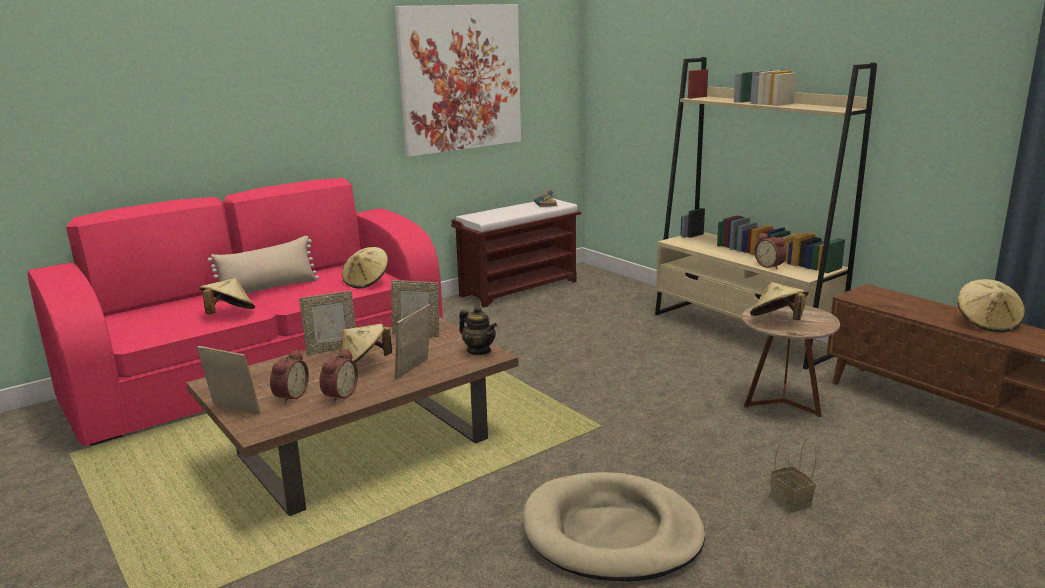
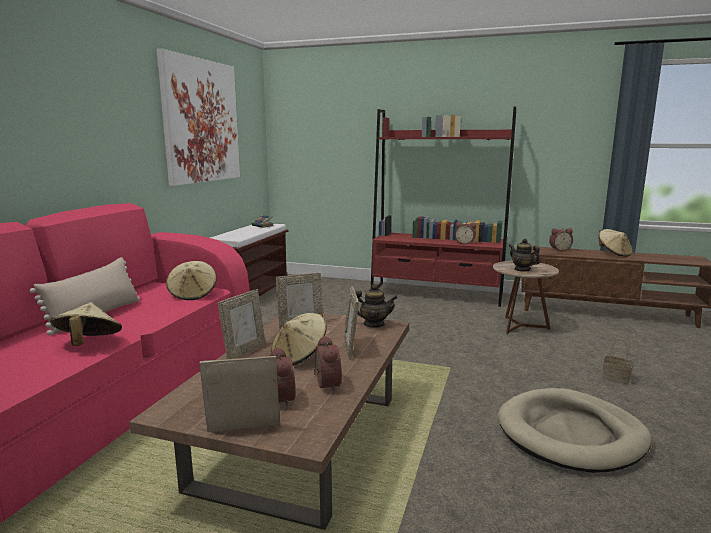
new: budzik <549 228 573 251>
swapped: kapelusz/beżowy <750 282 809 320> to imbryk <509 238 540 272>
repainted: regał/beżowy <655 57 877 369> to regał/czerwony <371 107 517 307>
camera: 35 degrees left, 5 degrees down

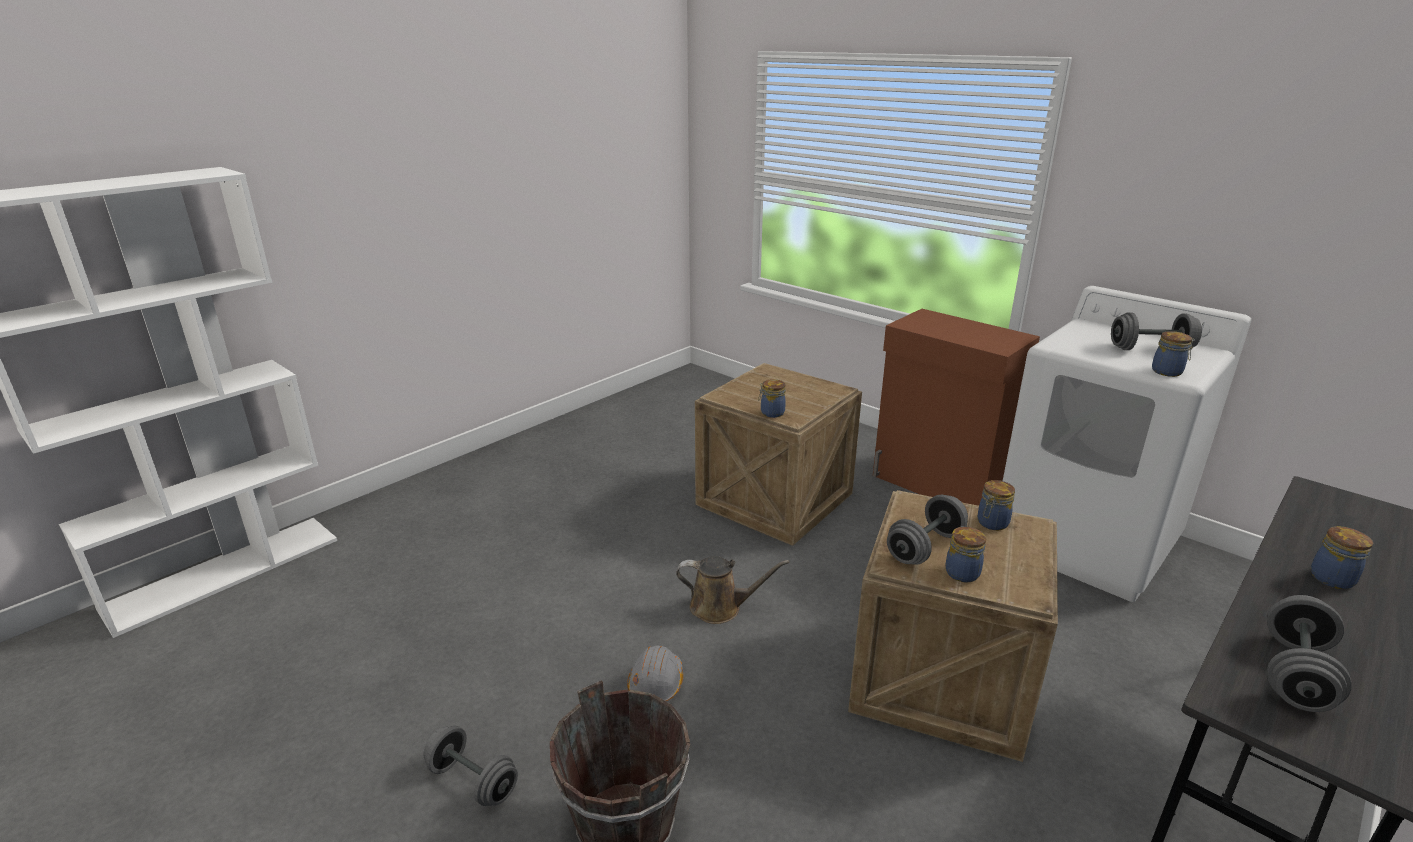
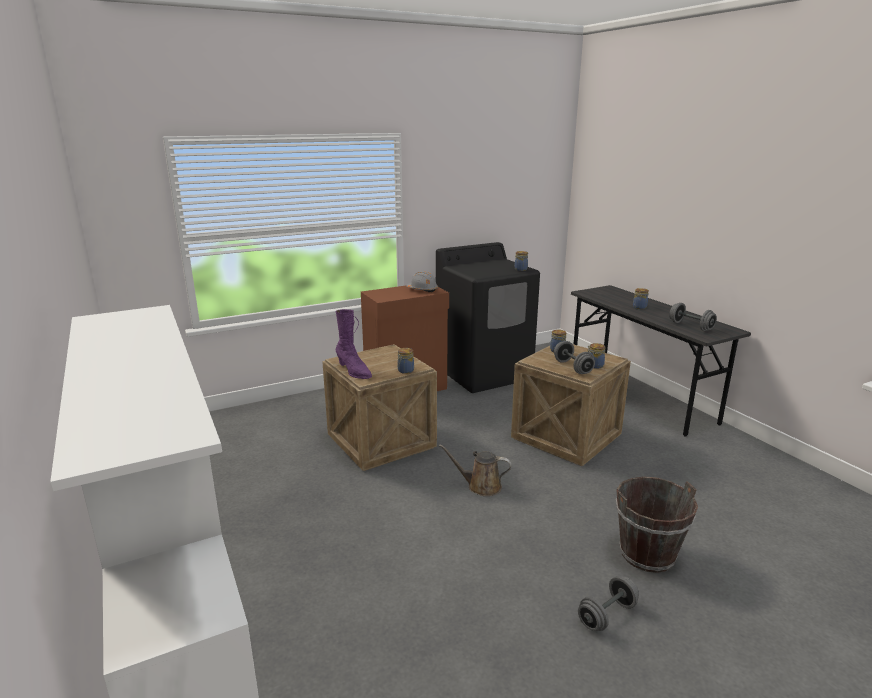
gone: hantel/szary <1111 312 1202 350>
new: but z cholewką/fioletowy <335 309 372 379>
shifted: kask/szary <627 645 683 702> to <406 272 438 292>
repainted: pralka/biały <1003 286 1252 602> to pralka/czarny <436 242 540 393>
rotated: konewka/brązowy <676 556 789 624> = <439 445 512 496> 105 degrees counterclockwise
camera: 70 degrees left, 5 degrees down

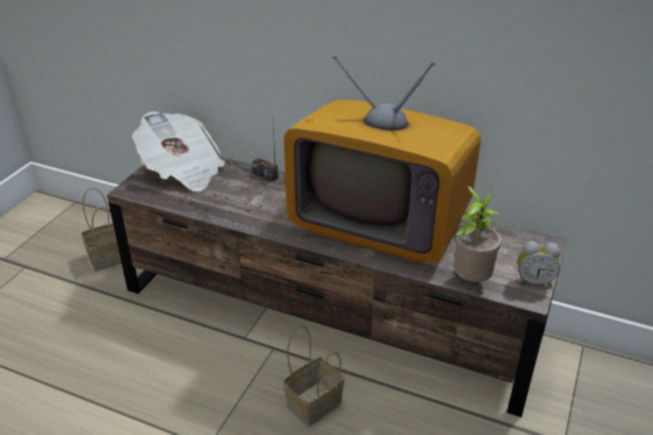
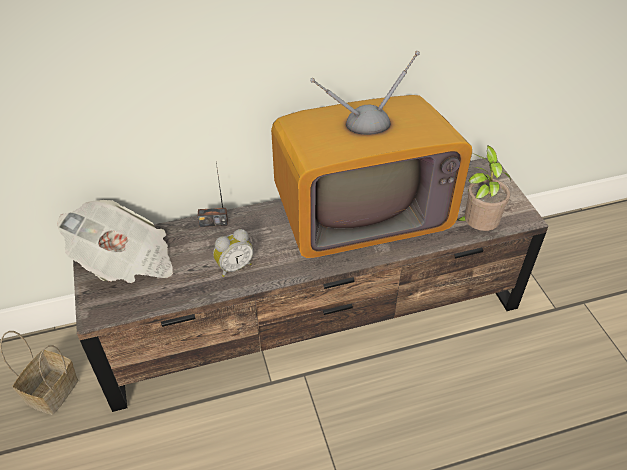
gone: koszyk <283 325 344 426>
shifted: budzik <517 241 561 287> to <213 229 254 277>
camera: 40 degrees left, 10 degrees up

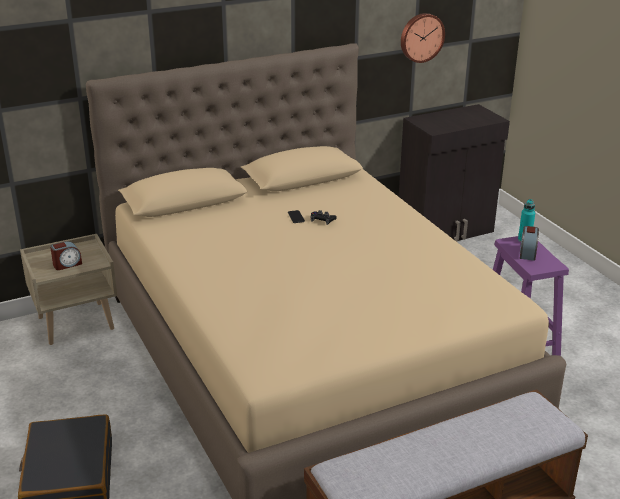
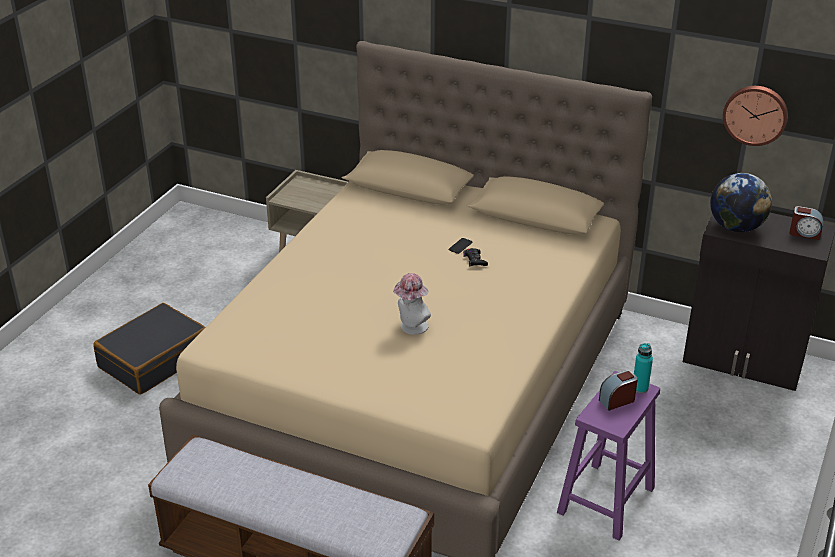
new: kapelusz <393 273 431 335>; globus <710 173 772 232>
shifted: budzik <50 241 82 270> to <790 206 823 240>
camera: 50 degrees right, 5 degrees up

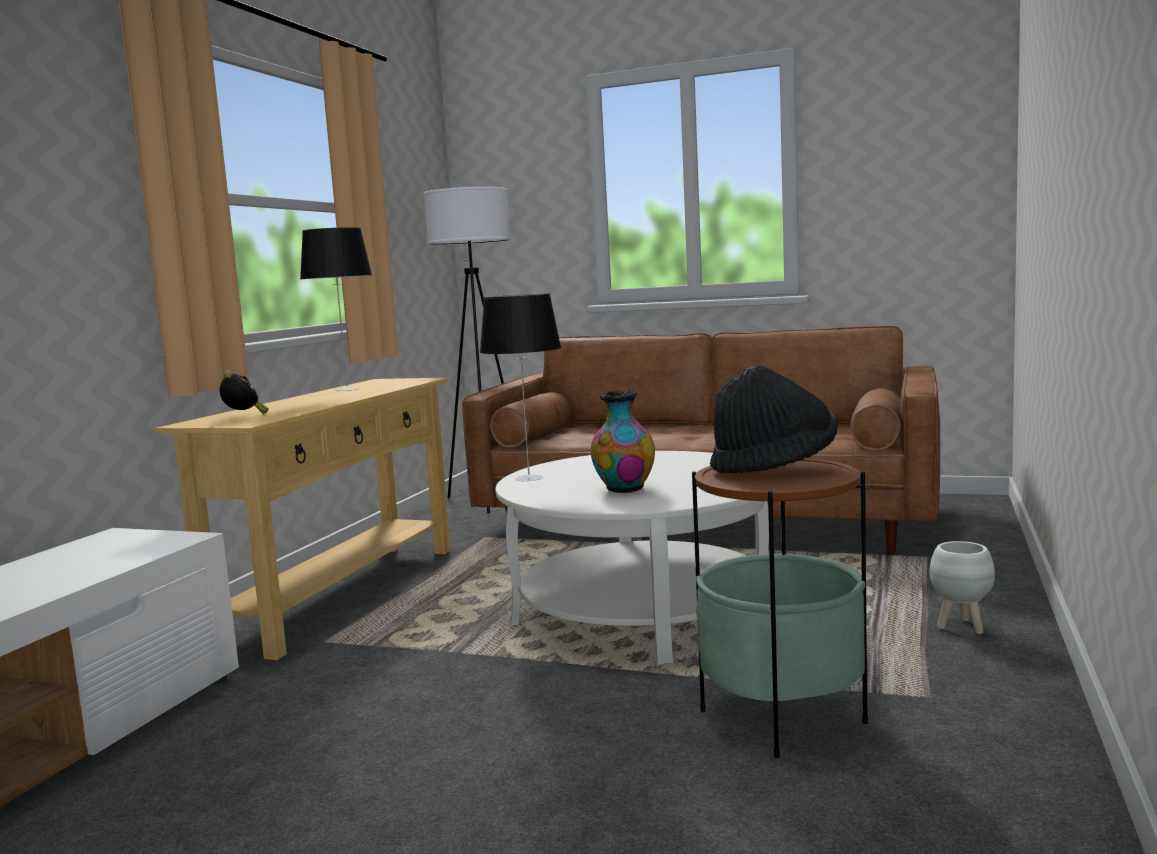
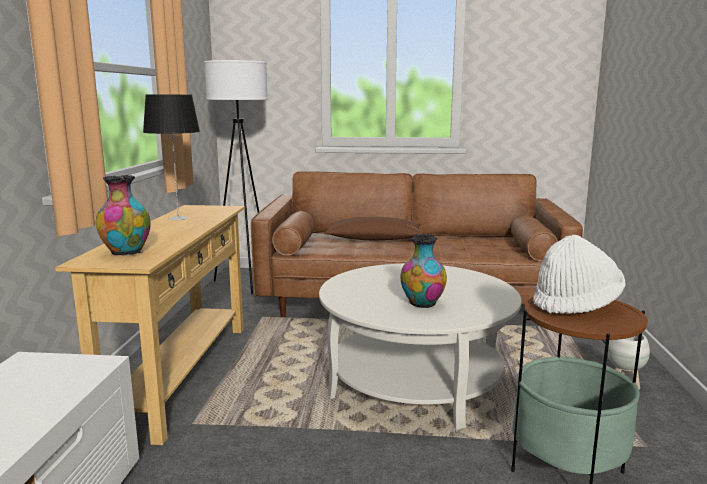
gone: lampa stołowa <480 293 561 482>
new: poduszka/brązowy <324 217 421 240>
swapped: budzik <220 371 269 414> to wazon <96 175 151 256>
repainted: kapelusz/czarny <710 365 838 474> to kapelusz/biały <533 234 626 314>
camera: 15 degrees left, 5 degrees up

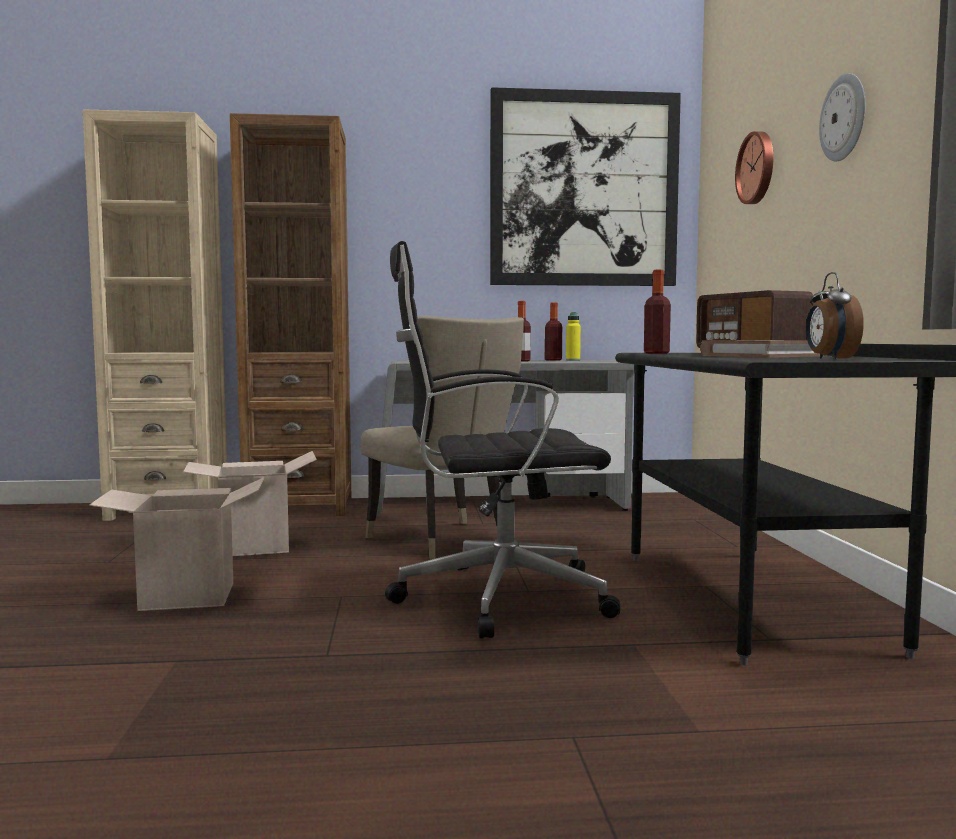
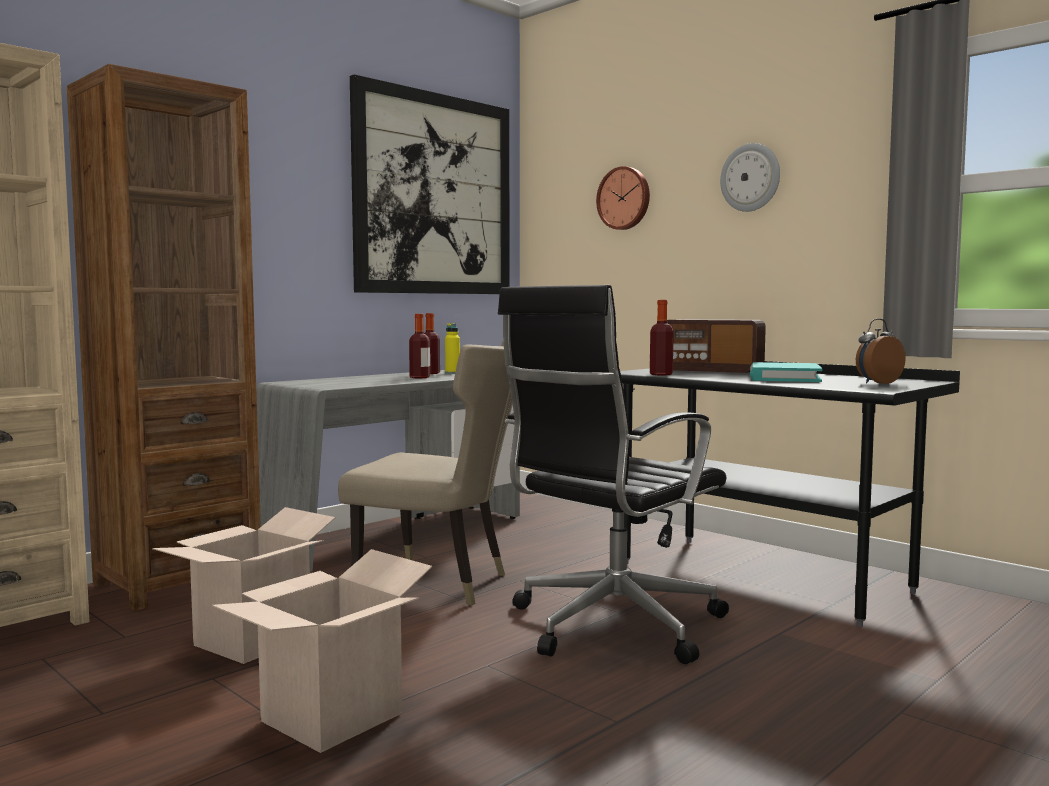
repainted: książka/brązowy <700 340 827 358> to książka/turkusowy <750 362 822 382>
rotated: budzik <806 272 864 359> = <856 319 906 384> 105 degrees clockwise
camera: 40 degrees left, 0 degrees up

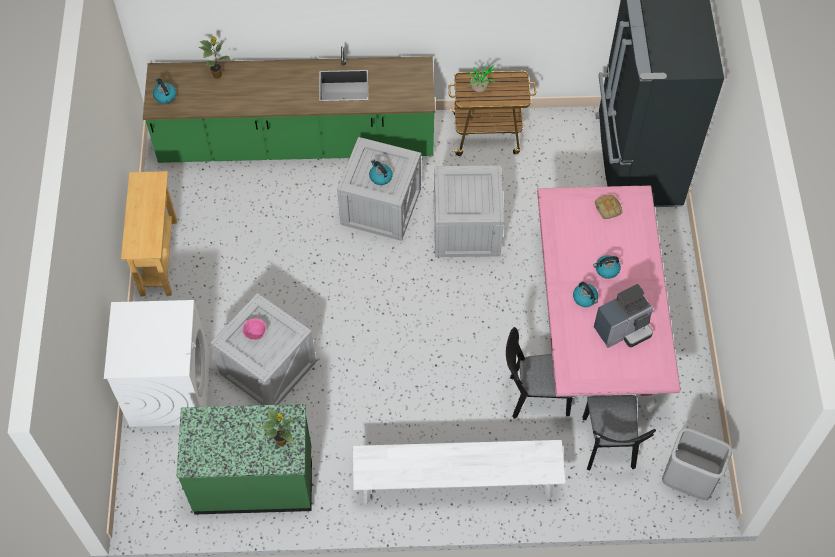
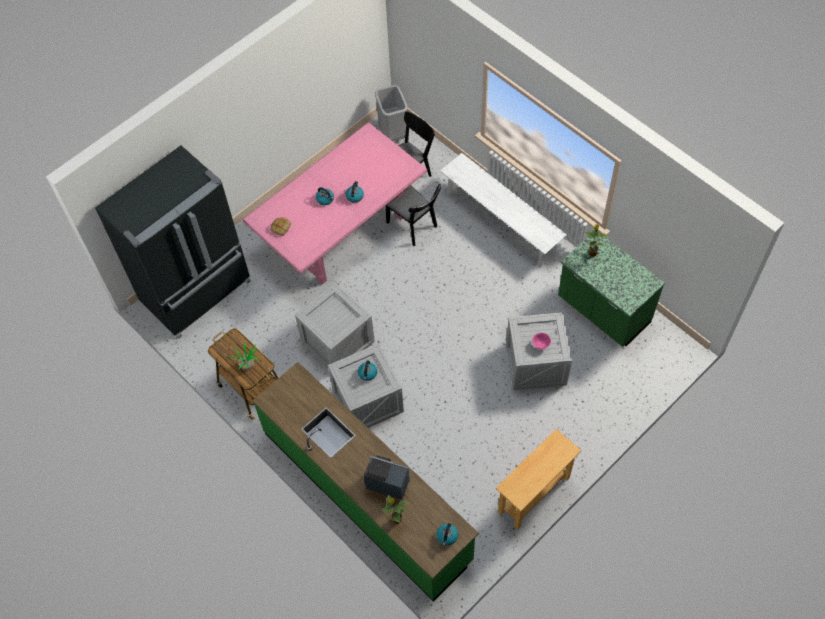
gone: pralka/biały <104 300 210 427>
shifted: ekspres do kawy <594 284 653 348> to <364 455 410 500>
camera: 130 degrees left, 0 degrees up

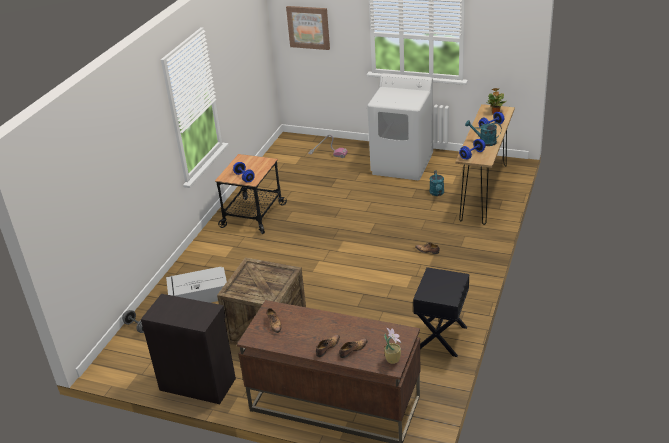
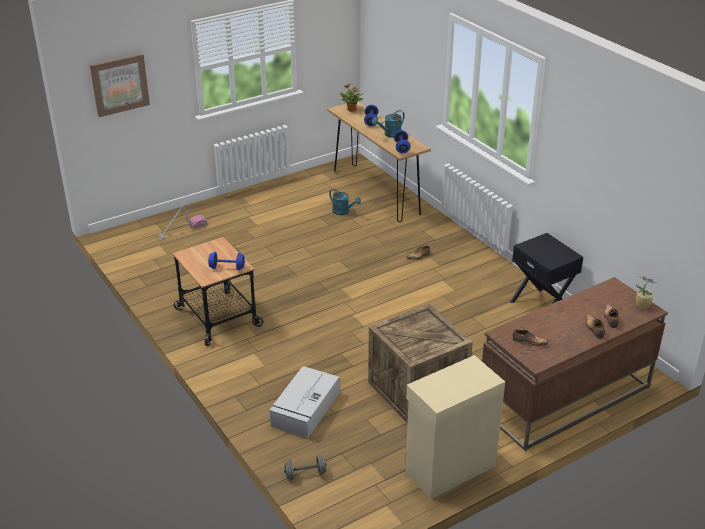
gone: pralka/biały <367 73 433 180>
repainted: szafka/czarny <141 294 236 404> to szafka/beżowy <405 355 505 499>
camera: 55 degrees left, 0 degrees up

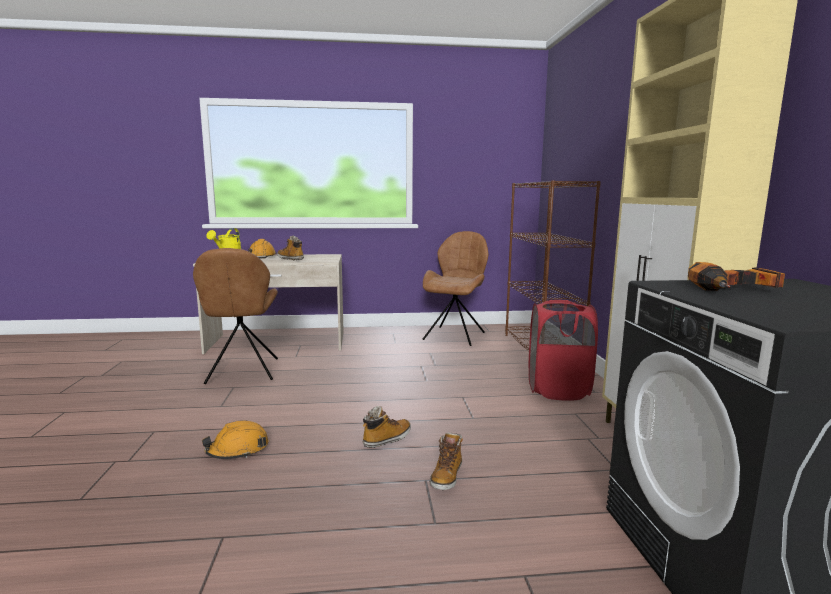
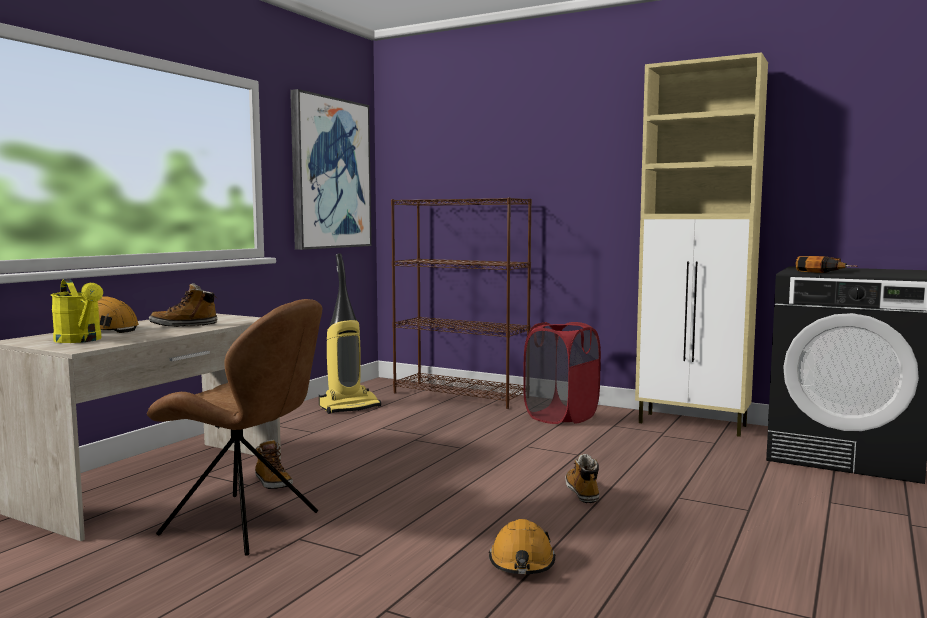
new: obraz <290 89 371 250>
shifted: but z cholewką <430 432 463 491> to <255 440 293 489>
swapped: krzesło/brązowy <423 231 488 346> to odkurzacz <319 254 381 414>
camera: 55 degrees left, 5 degrees down

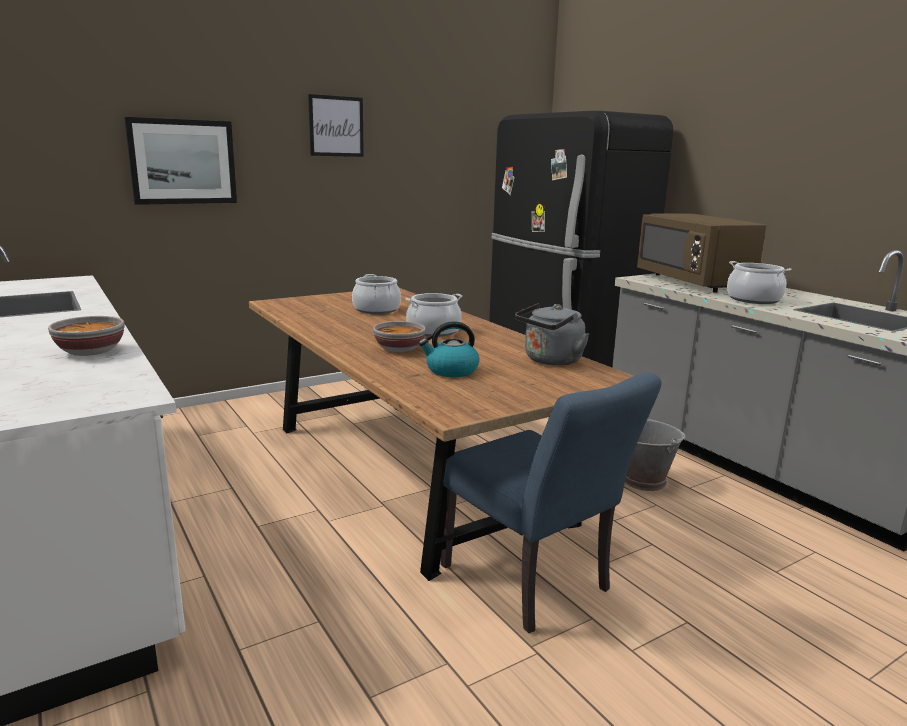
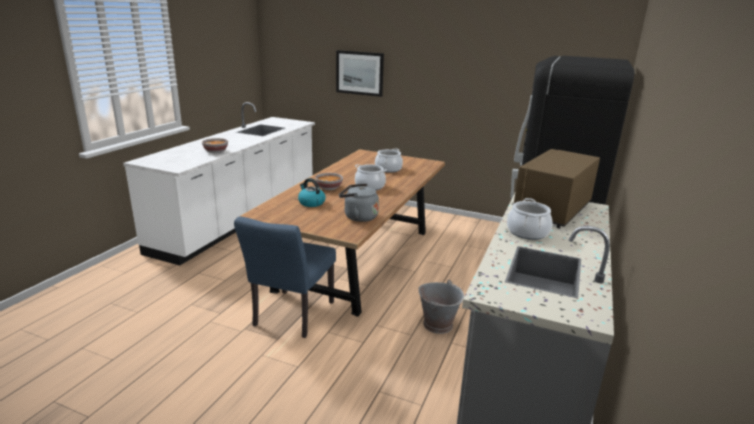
gone: obraz <308 94 364 157>
camera: 55 degrees right, 5 degrees up

